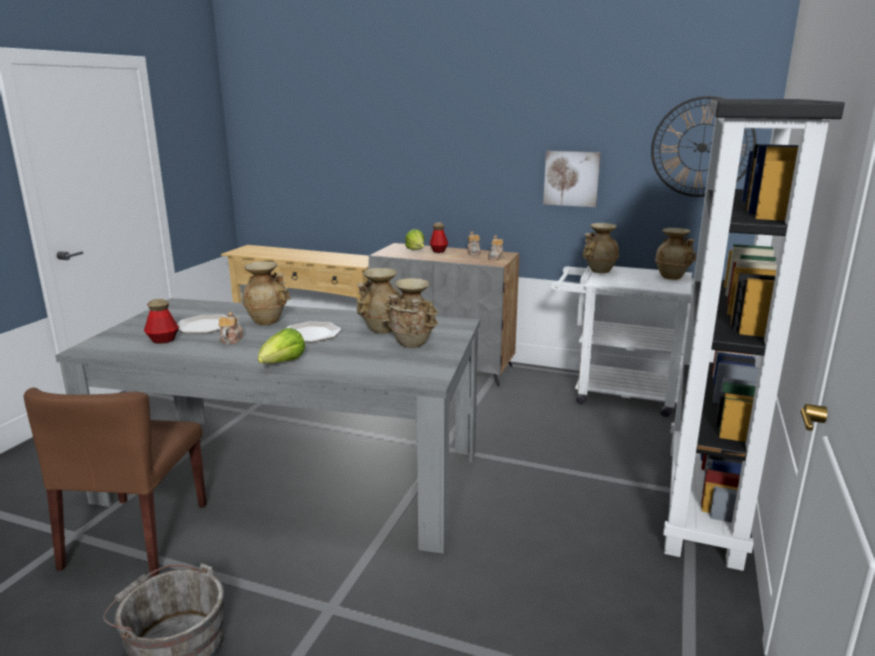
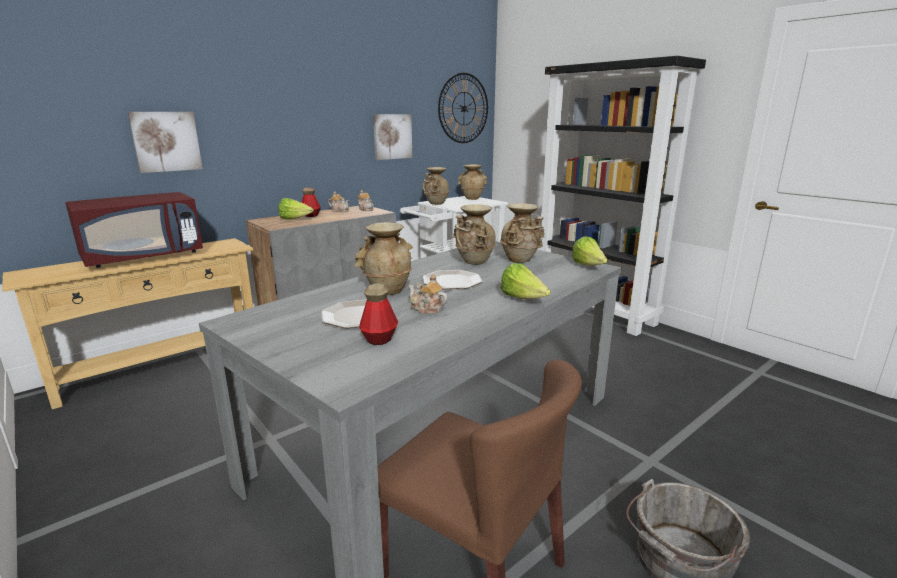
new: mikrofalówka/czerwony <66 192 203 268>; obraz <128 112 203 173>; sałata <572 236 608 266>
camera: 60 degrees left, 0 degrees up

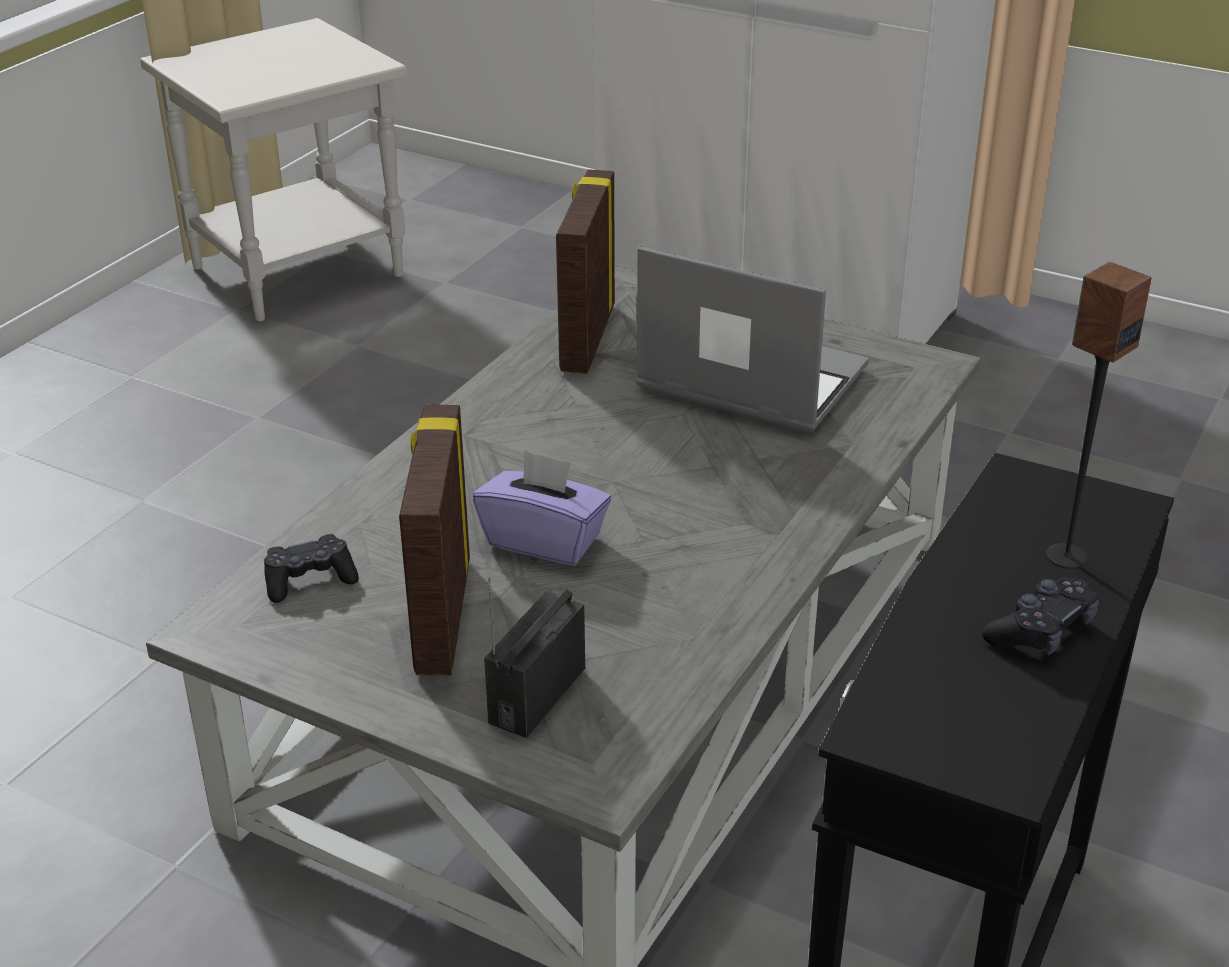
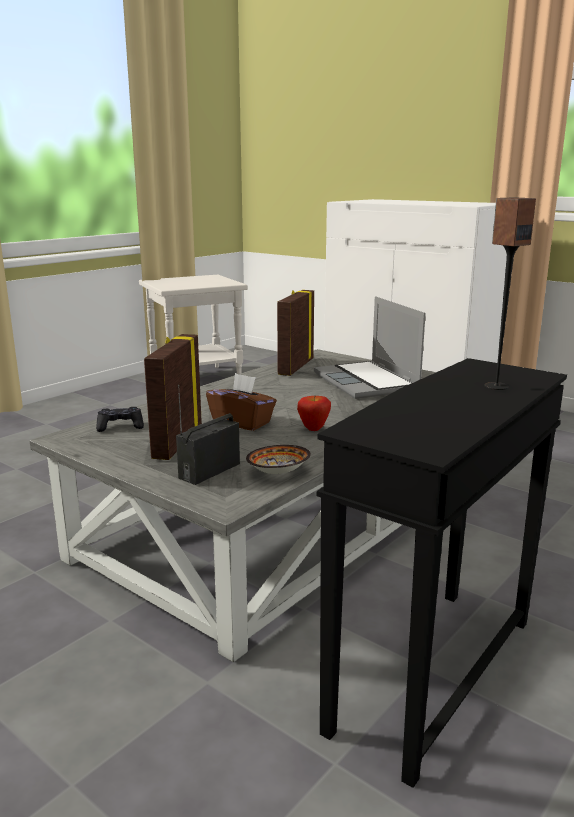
gone: pad do gier/czarny <982 577 1099 655>
new: miska <246 445 311 474>; jabłko <297 396 331 431>
repainted: pudełko chusteczek/fioletowy <473 450 611 565> to pudełko chusteczek/brązowy <206 373 277 431>
rotated: laptop <636 246 869 433> = <314 296 426 399> 150 degrees counterclockwise
camera: 10 degrees right, 15 degrees down

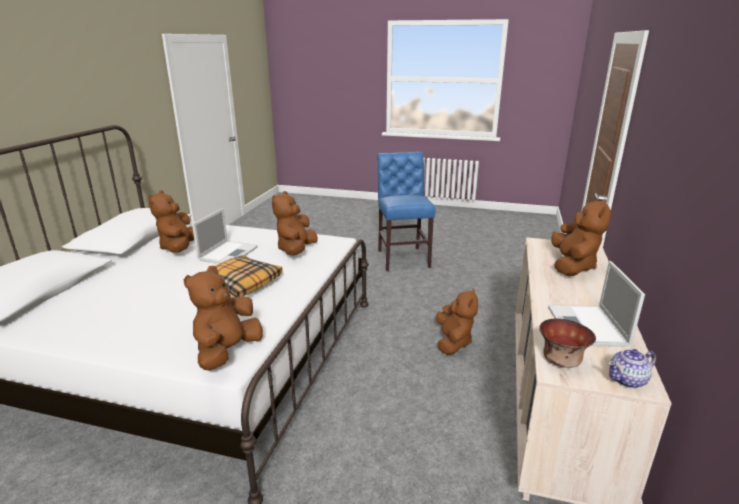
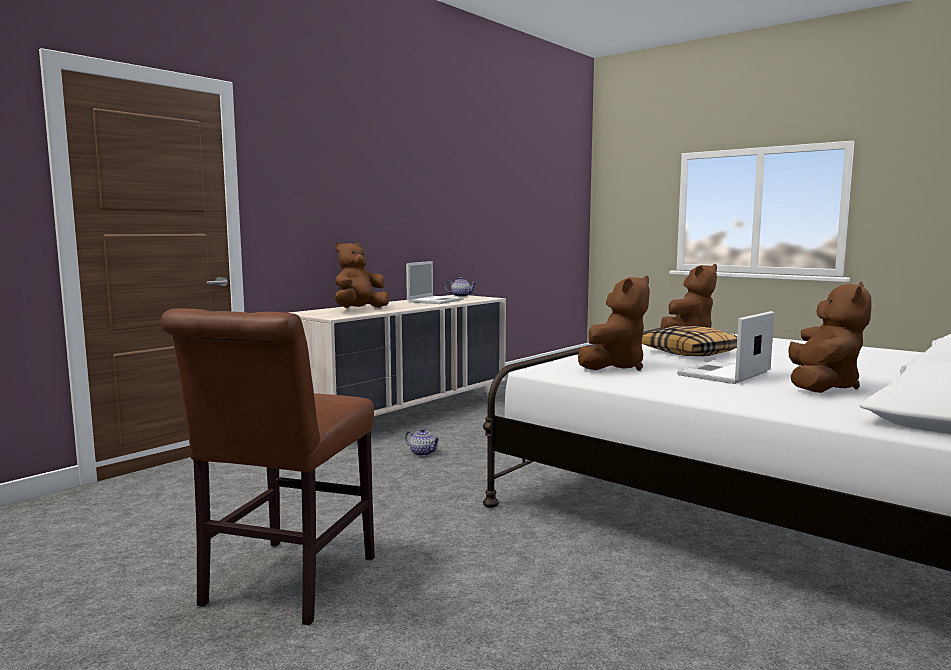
gone: miska <539 319 596 368>
swapped: pluszak/brązowy <436 289 478 355> to imbryk <405 428 441 456>
repainted: krzesło/niebieski <377 152 436 271> to krzesło/brązowy <161 309 375 626>
camera: 155 degrees left, 15 degrees down

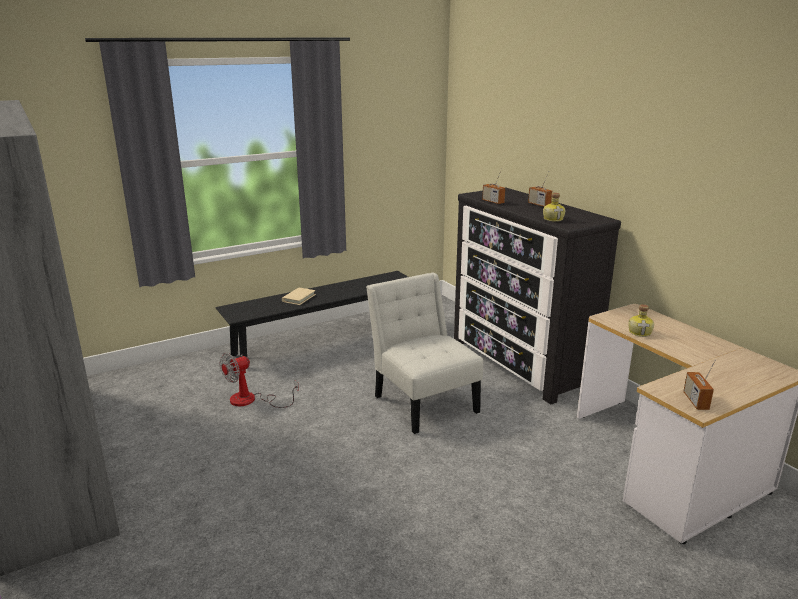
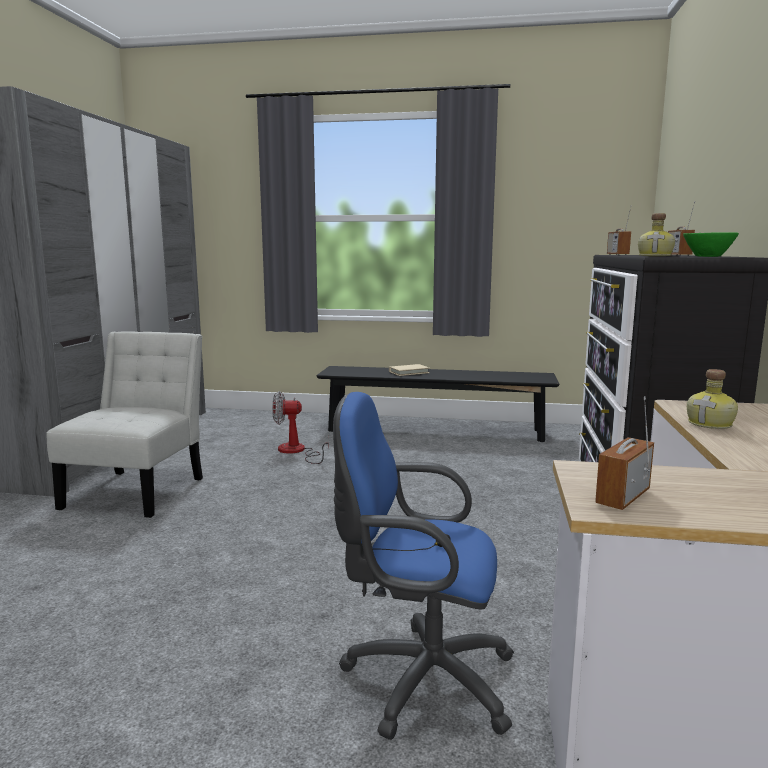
new: krzesło biurowe/niebieski <333 392 514 740>; miska/zielony <683 232 739 257>
shifted: krzesło/biały <366 273 483 434> to <46 331 203 518>
camera: 40 degrees right, 10 degrees down

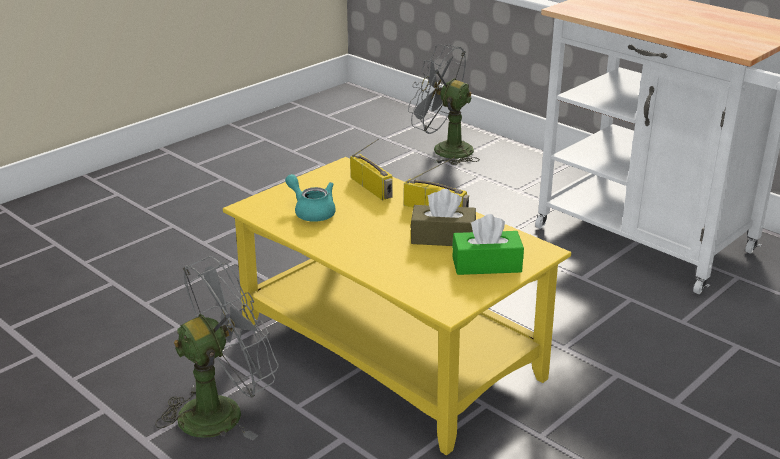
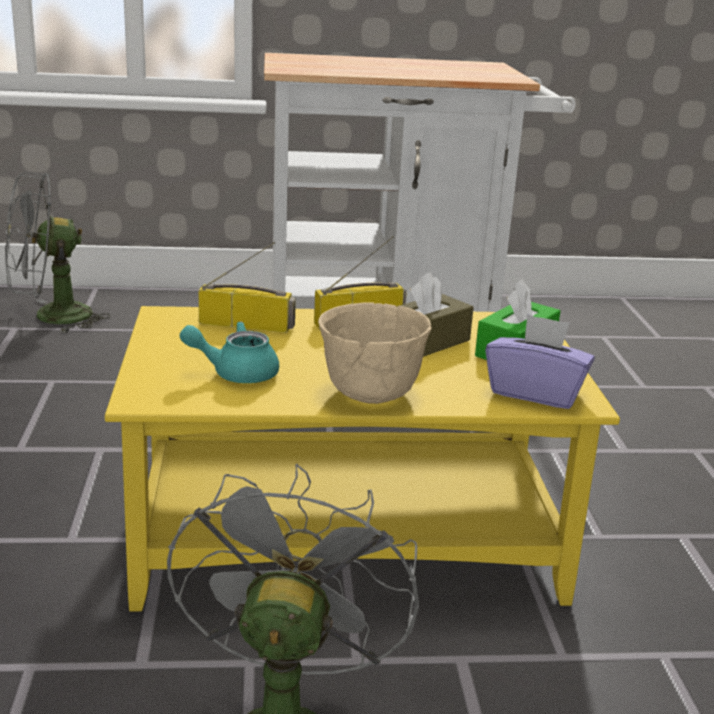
new: miska/beżowy <318 303 431 404>; pudełko chusteczek/fioletowy <485 314 595 409>
camera: 50 degrees left, 5 degrees down

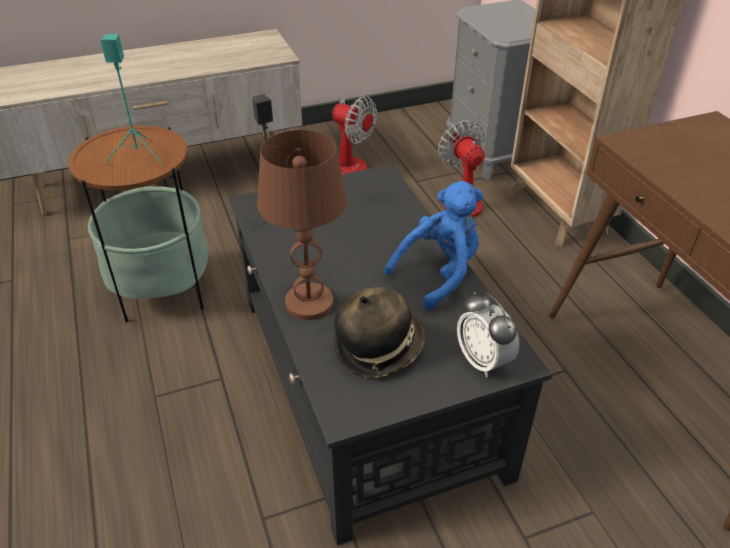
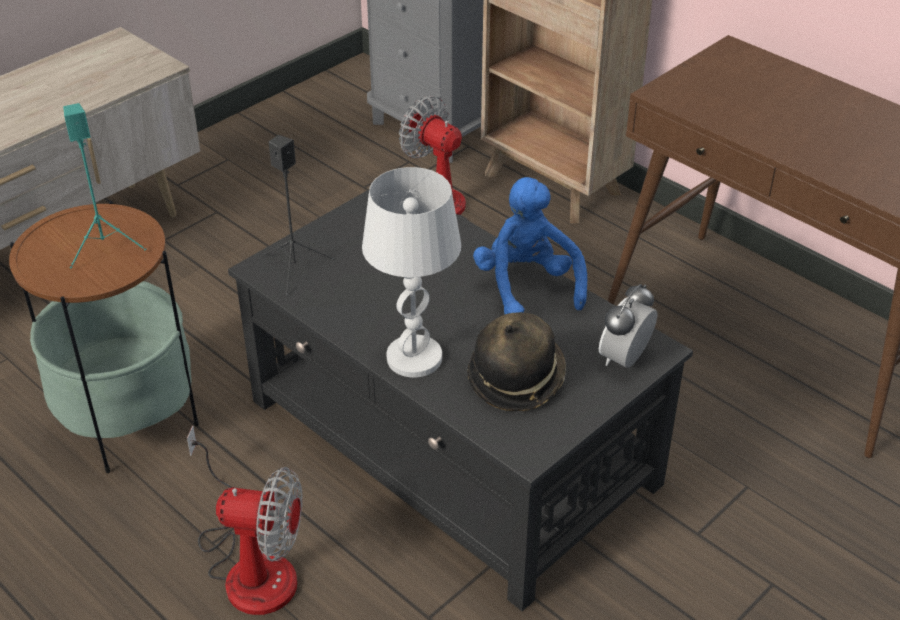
shifted: wentylator <332 95 377 174> to <187 425 302 615>
repainted: lampa stołowa/brązowy <257 130 347 320> to lampa stołowa/biały <362 167 461 378>
rotated: pluszak/niebieski <384 181 483 310> = <473 177 587 314> 45 degrees counterclockwise; budzik <457 292 519 377> = <599 284 657 368> 90 degrees clockwise
camera: 25 degrees left, 0 degrees up

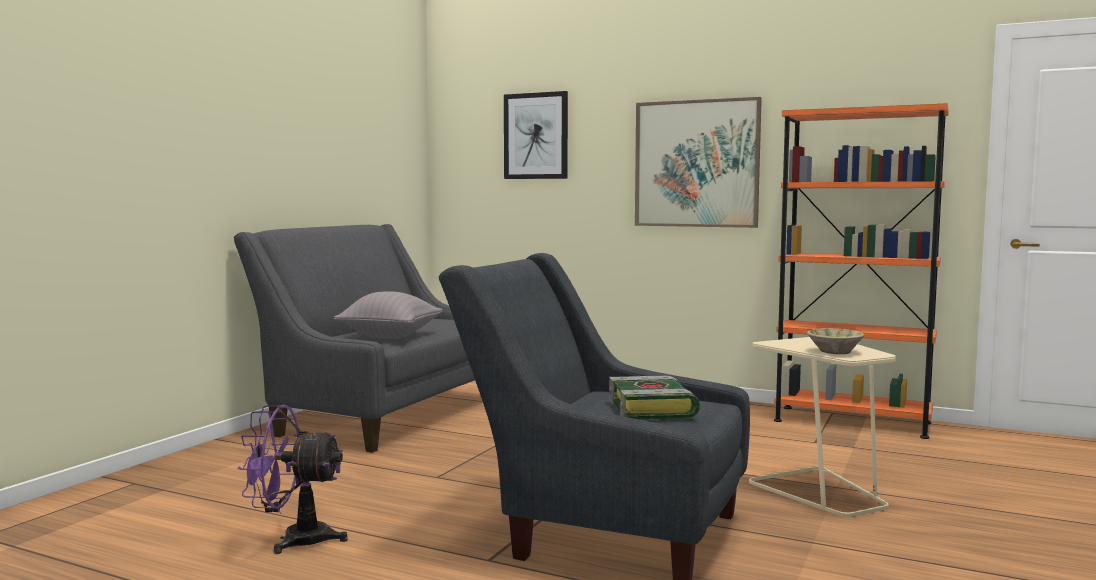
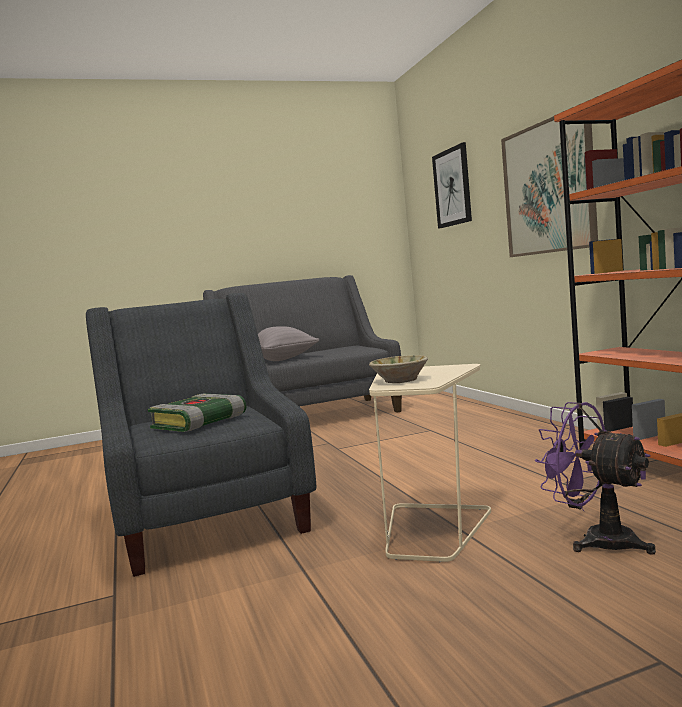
shifted: wentylator/fioletowy <237 405 348 554> to <535 402 656 555>
camera: 45 degrees right, 0 degrees up

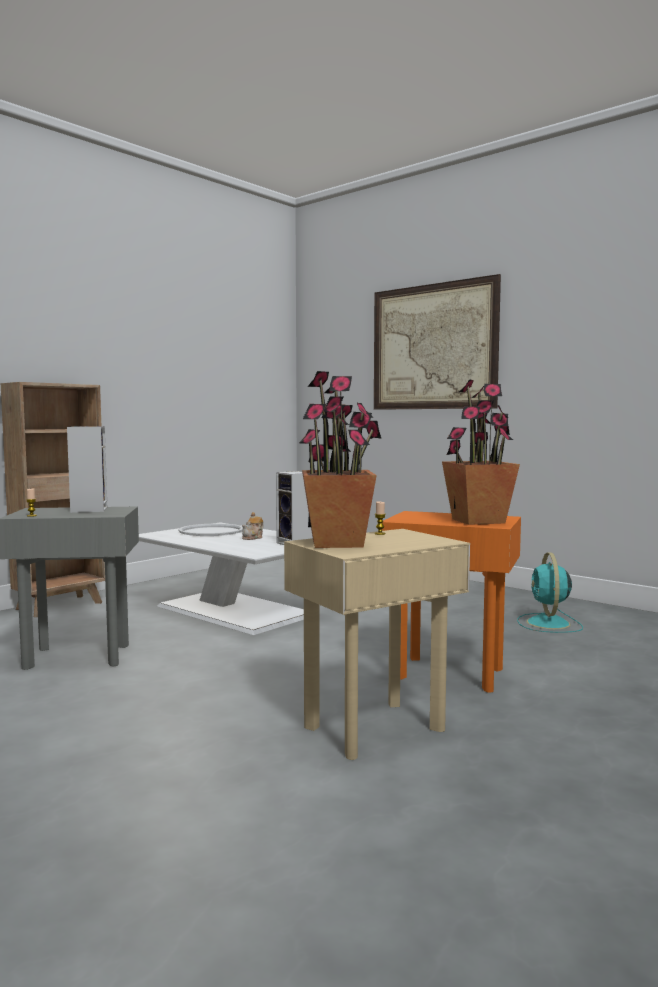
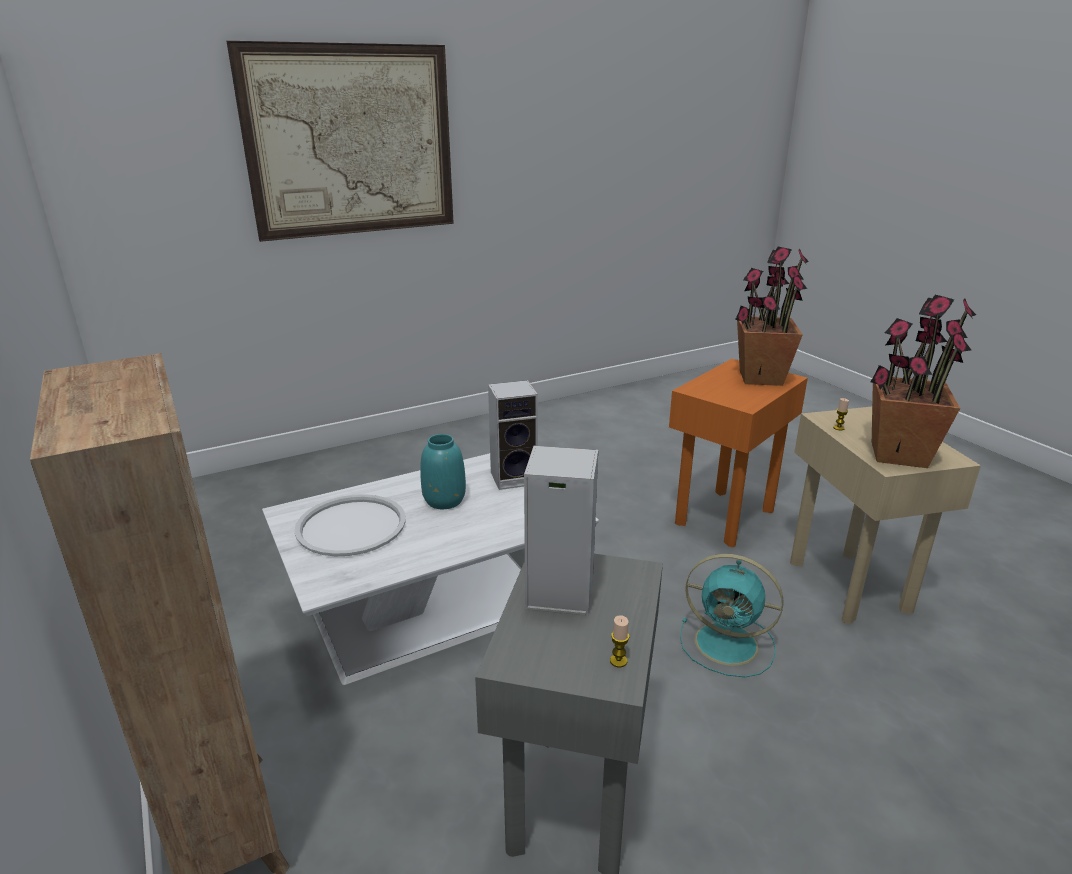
shifted: wentylator/turkusowy <517 552 583 633> to <680 554 784 677>
swapped: imbryk <242 512 264 540> to wazon/turkusowy <420 434 466 509>
camera: 70 degrees left, 20 degrees up

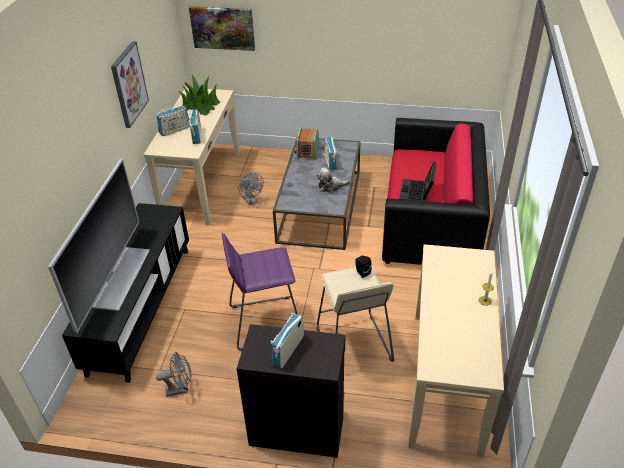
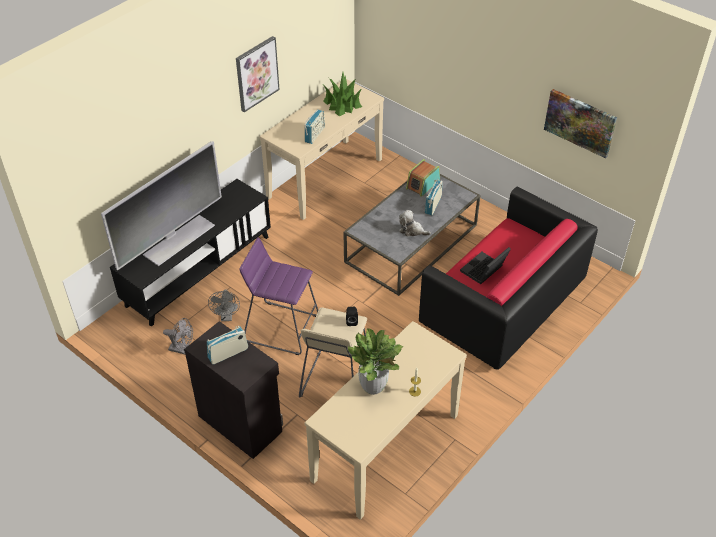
gone: radio <156 106 190 136>
new: roślina doniczkowa <348 328 403 395>
shifted: obraz <189 6 255 51> to <544 89 617 158>; wentylator/szary <238 172 264 205> to <208 290 240 321>
camera: 30 degrees right, 5 degrees up

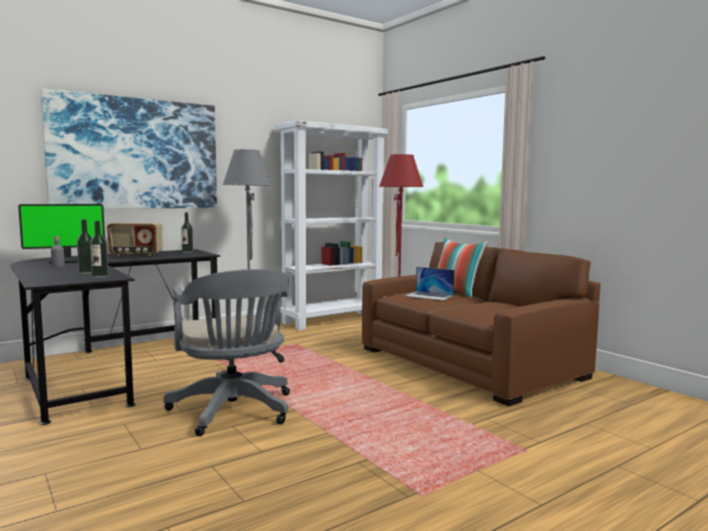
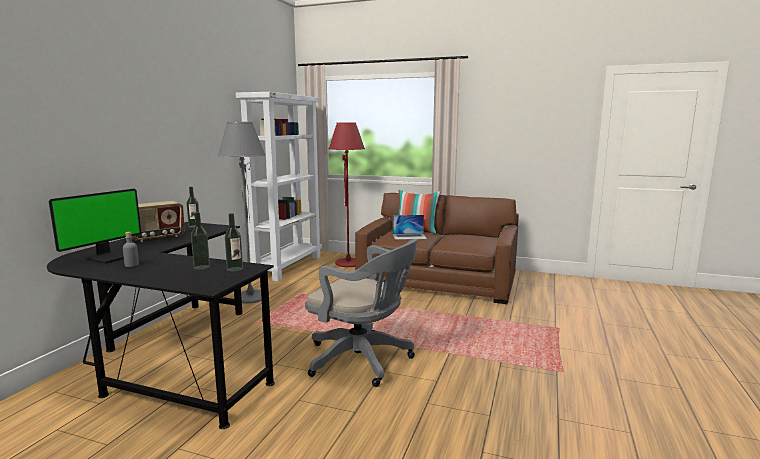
gone: obraz <41 88 217 209>
camera: 35 degrees left, 5 degrees up

